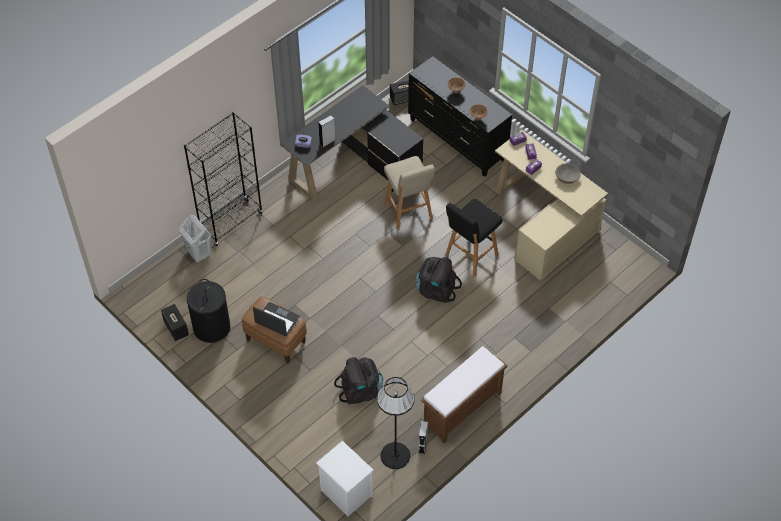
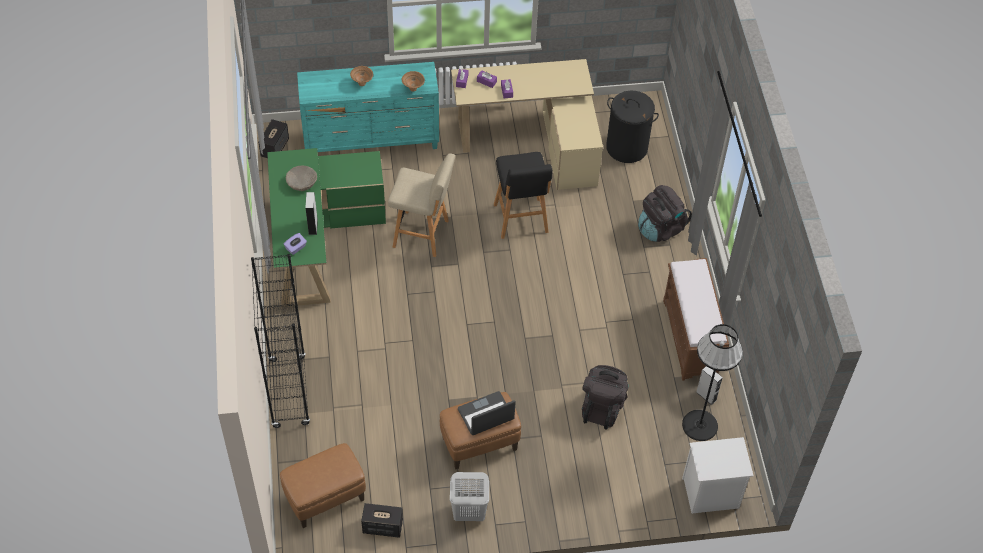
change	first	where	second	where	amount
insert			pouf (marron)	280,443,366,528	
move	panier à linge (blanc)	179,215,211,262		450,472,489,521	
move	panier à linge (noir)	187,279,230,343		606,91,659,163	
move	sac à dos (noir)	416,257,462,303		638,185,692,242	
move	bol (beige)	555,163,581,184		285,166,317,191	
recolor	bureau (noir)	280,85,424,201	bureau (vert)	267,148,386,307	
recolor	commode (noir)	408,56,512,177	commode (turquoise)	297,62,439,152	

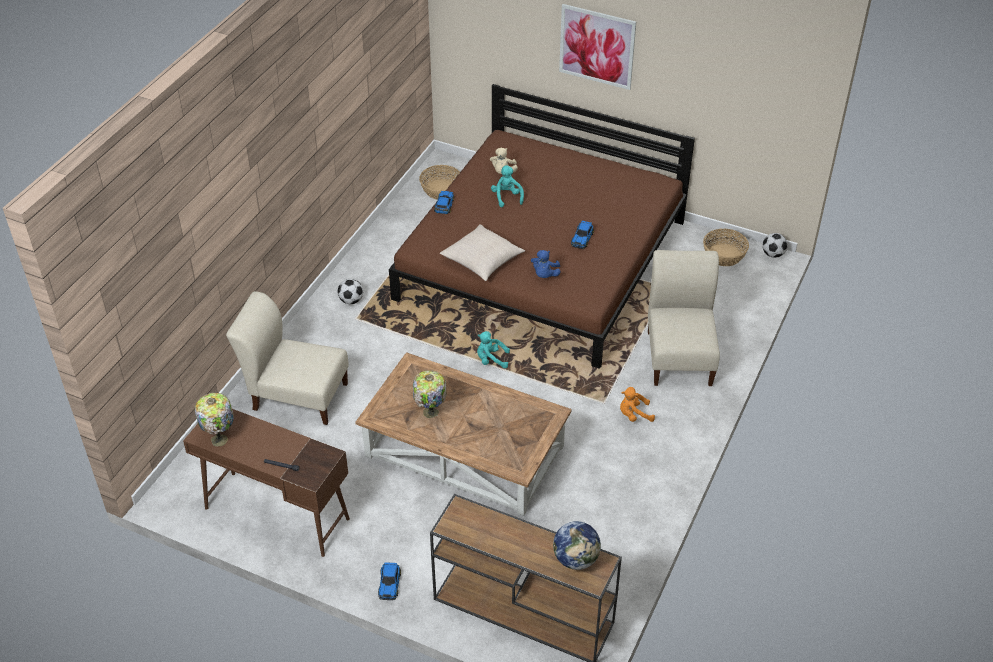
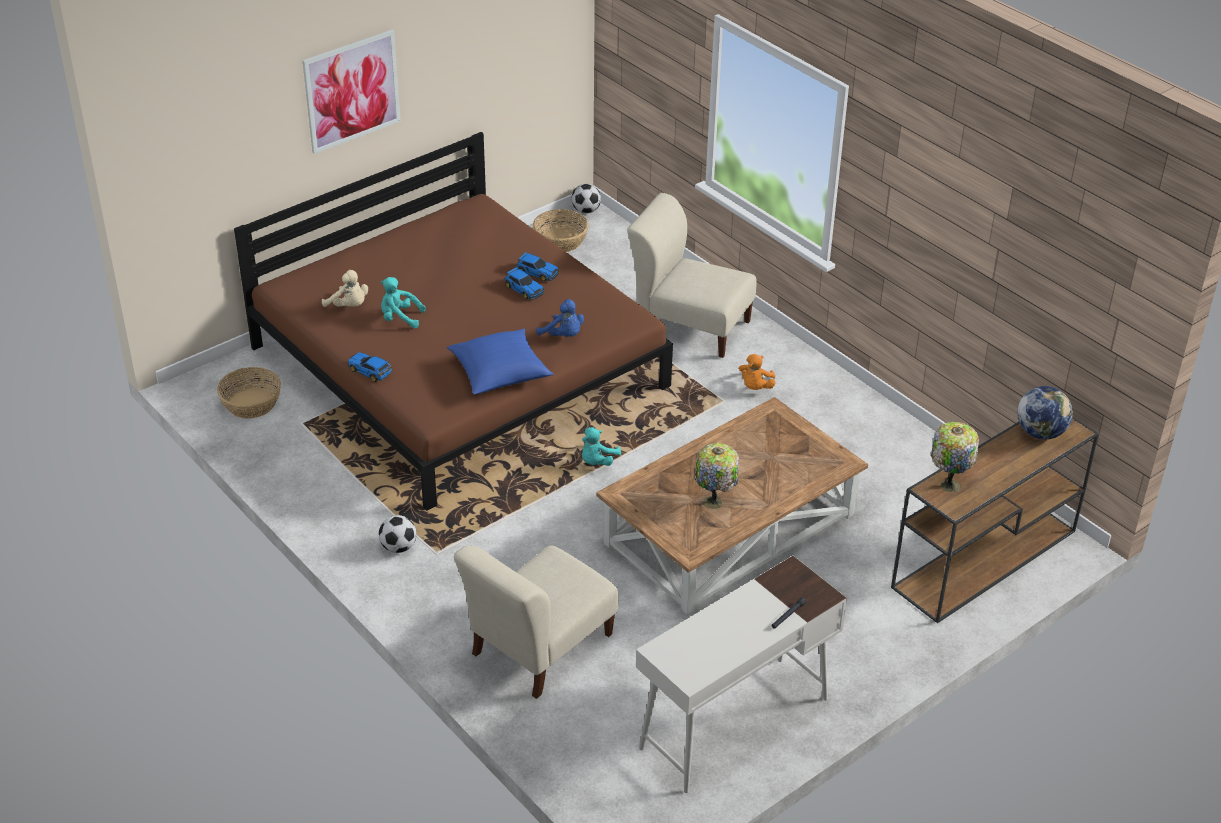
change	first	where	second	where	amount
move	lampe de table	195,393,234,446		931,422,979,492	
move	petite voiture	378,562,401,600		516,252,559,281	
recolor	bureau (marron)	183,409,350,557	bureau (blanc)	636,556,847,793	
recolor	coussin (beige)	440,224,525,281	coussin (bleu)	447,329,554,395	

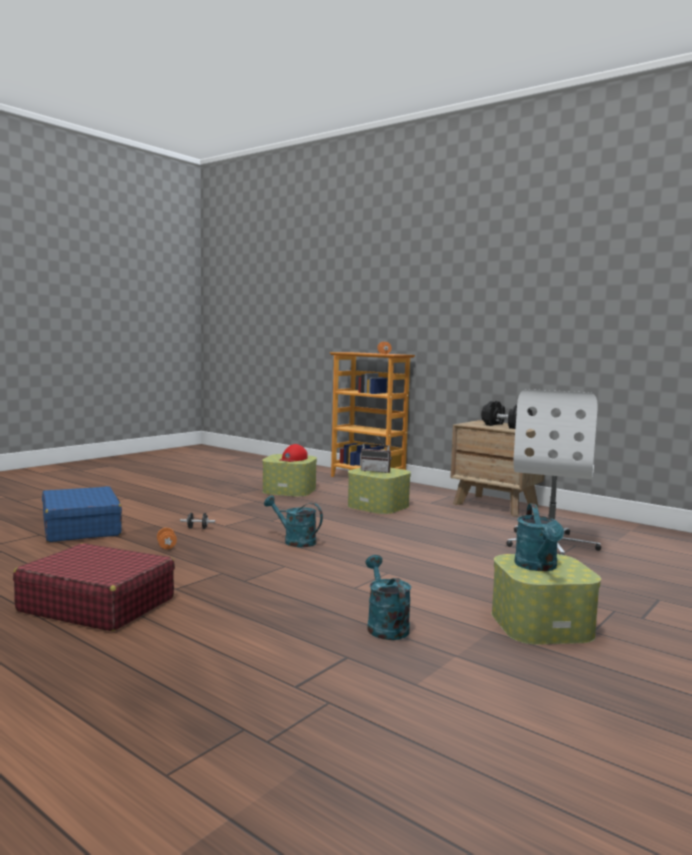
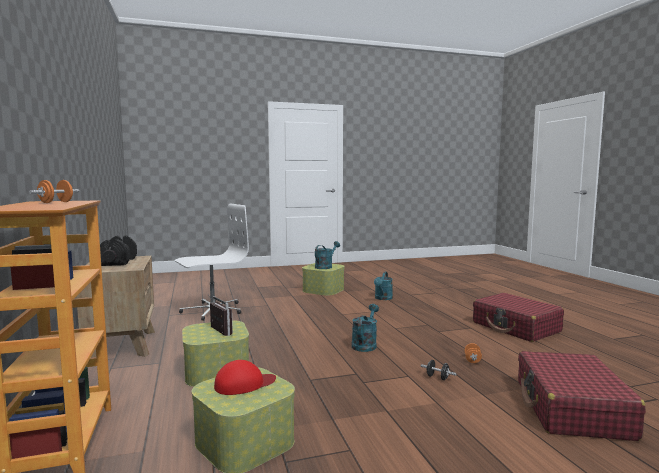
change	first	where	second	where	amount
recolor	valise (bleu)	42,486,122,542	valise (rouge)	518,351,646,441	
rotate	arrosoir (turquoise)	264,495,323,547		352,304,379,352	135 degrees counterclockwise

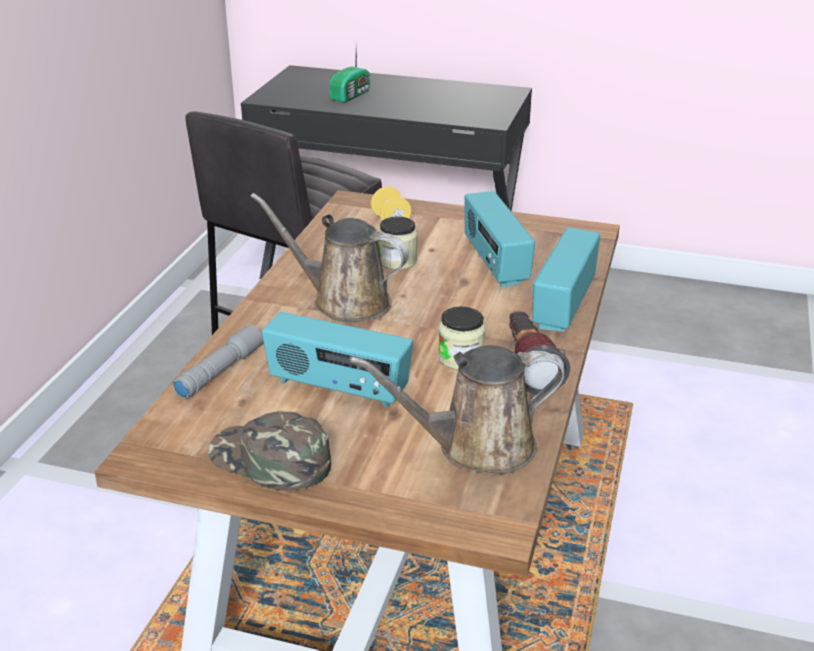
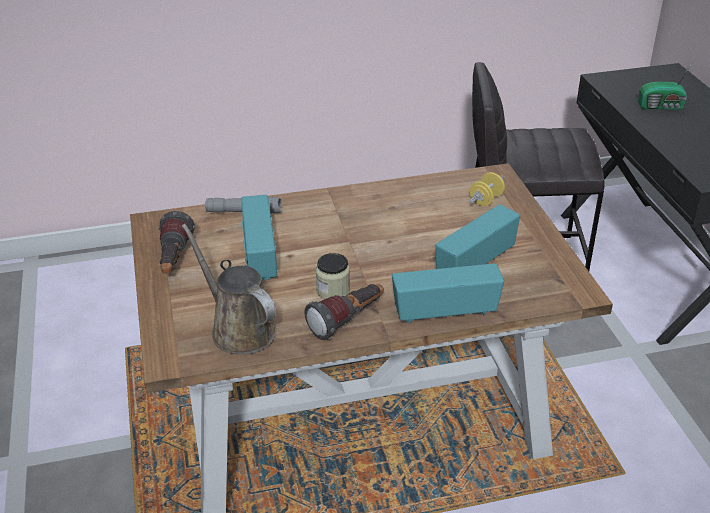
change	first	where	second	where	amount
delete	arrosoir (marron)	250,193,409,322			
delete	bocal	378,216,417,270			
replace	casquette (vert)	208,411,331,491	lampe de poche	158,211,195,273	

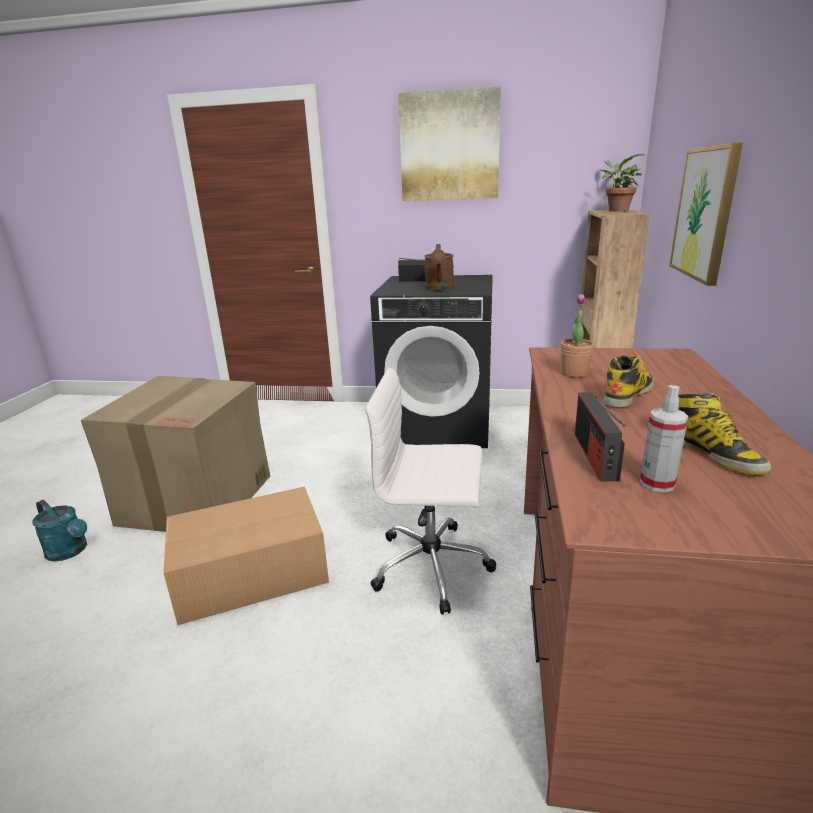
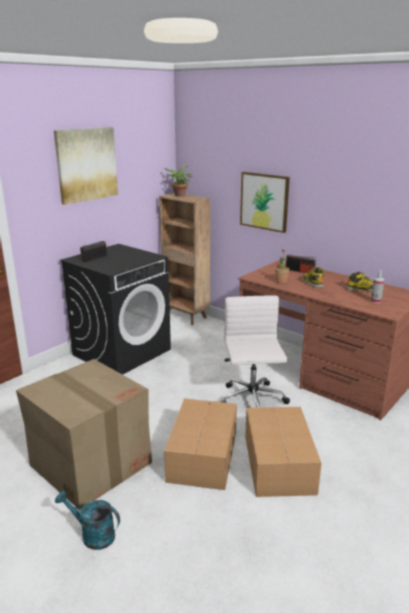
change	first	where	second	where	amount
delete	arrosoir (marron)	424,244,454,291			
insert			carton	245,407,322,497	
move	radio	575,393,626,481		286,255,316,273	
rotate	arrosoir (turquoise)	32,500,87,561		55,490,120,550	135 degrees counterclockwise
rotate	chaise de bureau (blanc)	365,368,496,615		221,295,290,408	135 degrees clockwise

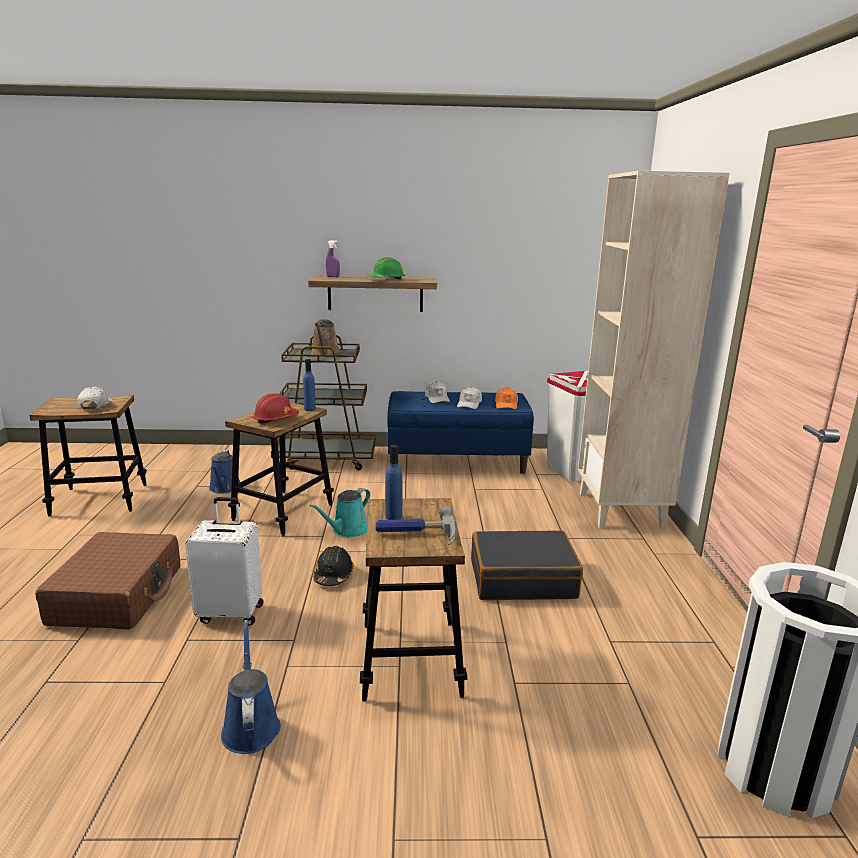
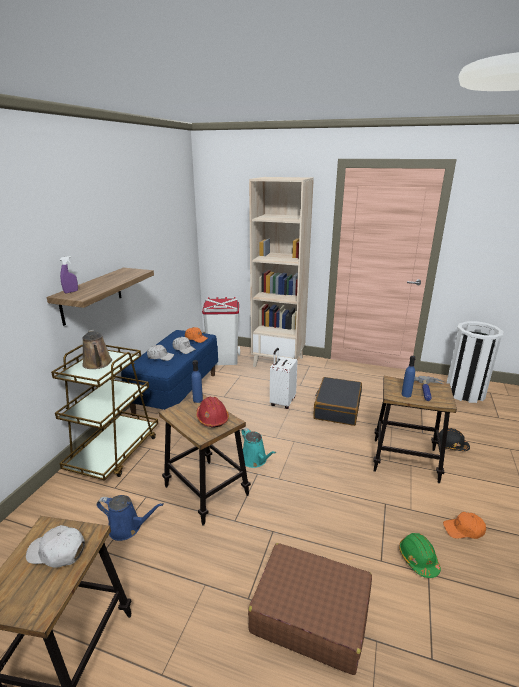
change	first	where	second	where	amount
move	valise (blanc)	185,497,263,626		270,348,298,409	
move	casque de chantier (noir)	314,546,354,586		439,428,470,451	
move	casque de chantier (vert)	367,257,405,280		399,533,441,578	
replace	arrosoir (bleu)	221,620,281,754	casquette (orange)	443,512,486,539	
rotate	arrosoir (marron)	311,319,341,355		82,329,112,369	45 degrees clockwise

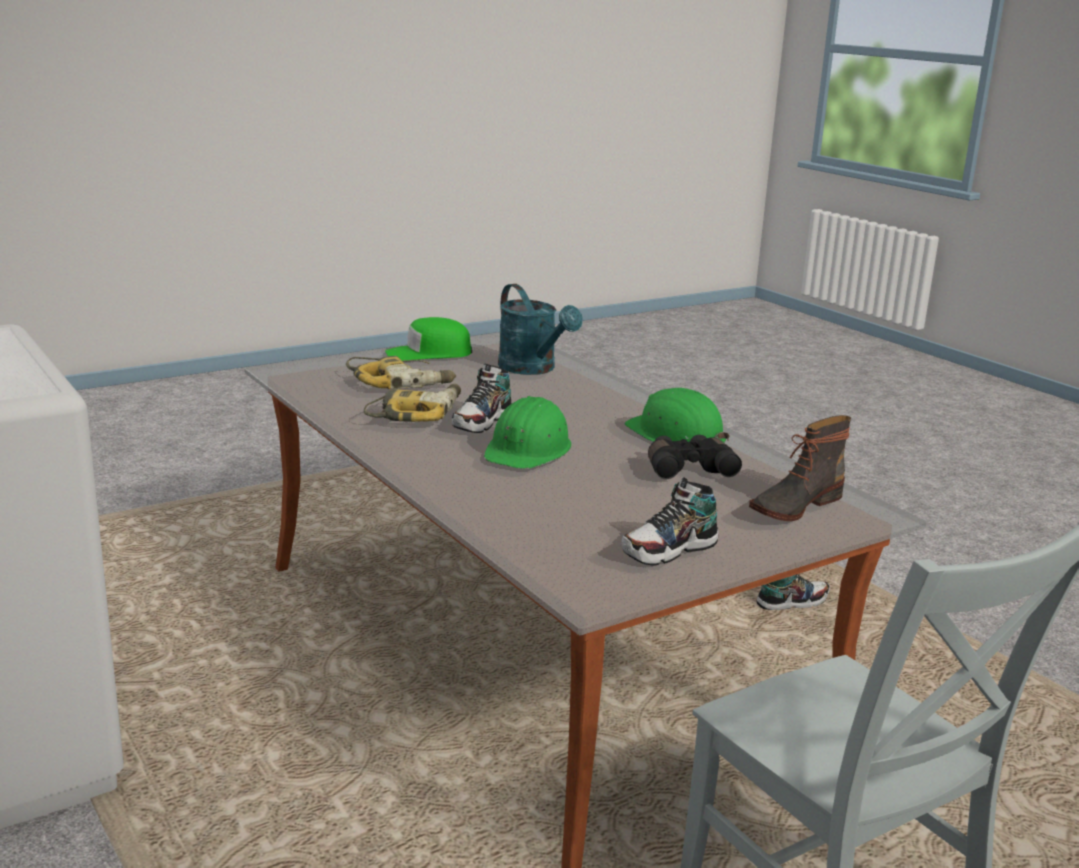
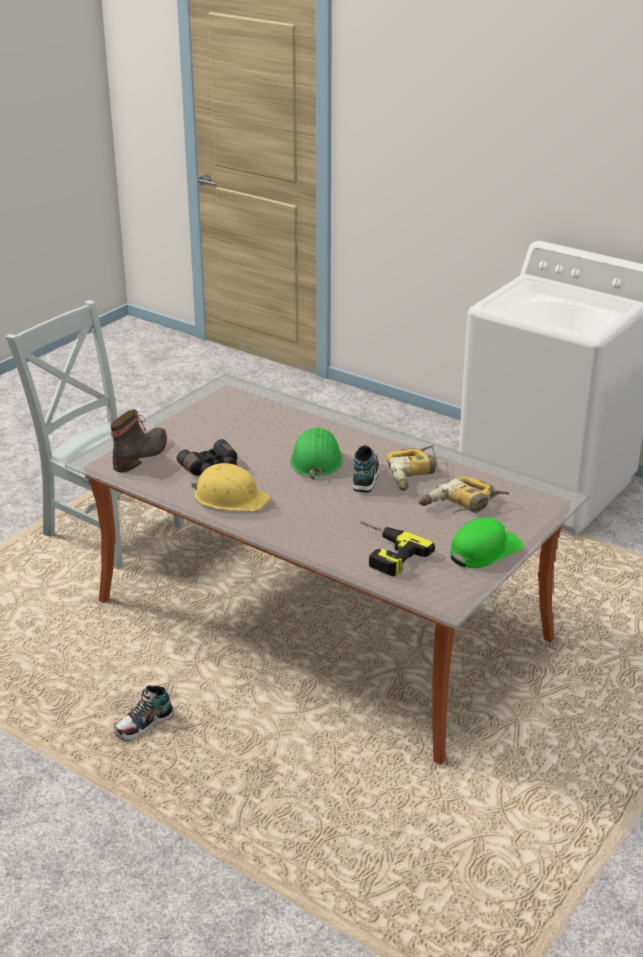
change	first	where	second	where	amount
delete	chaussure	621,478,718,565			
replace	arrosoir (turquoise)	498,284,583,375	perceuse	361,521,435,577	
recolor	casque de chantier (vert)	624,388,730,443	casque de chantier (jaune)	191,463,270,512	

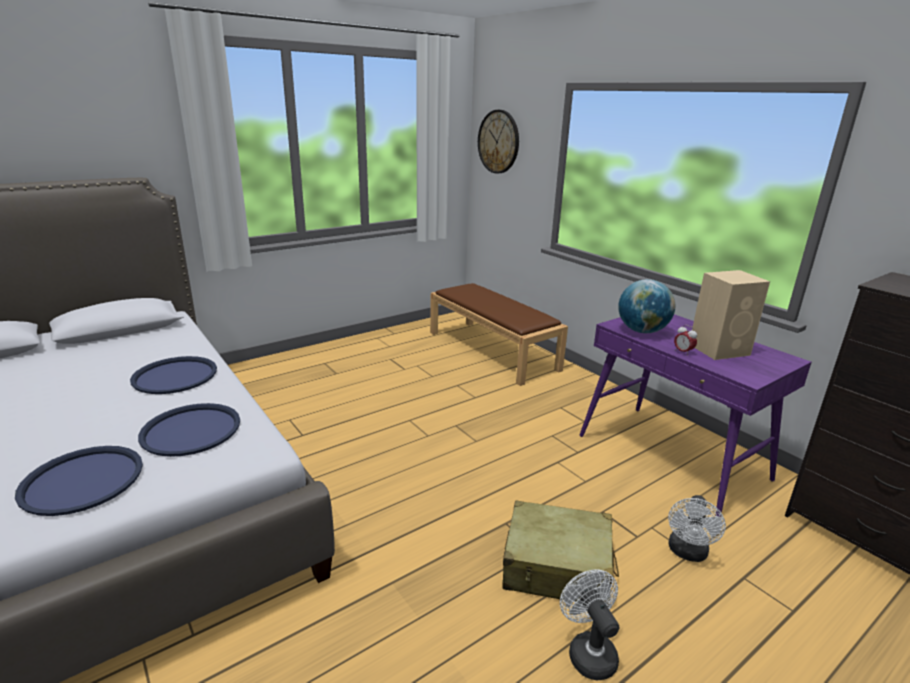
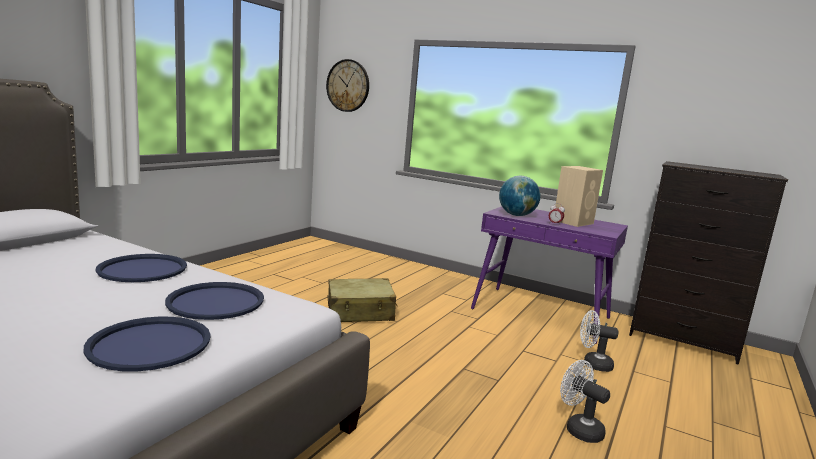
change	first	where	second	where	amount
delete	banc (marron)	430,283,568,386			
move	valise (beige)	502,500,619,607		327,278,398,322	
rotate	ventilateur (blanc)	668,495,726,562		580,310,618,372	105 degrees clockwise

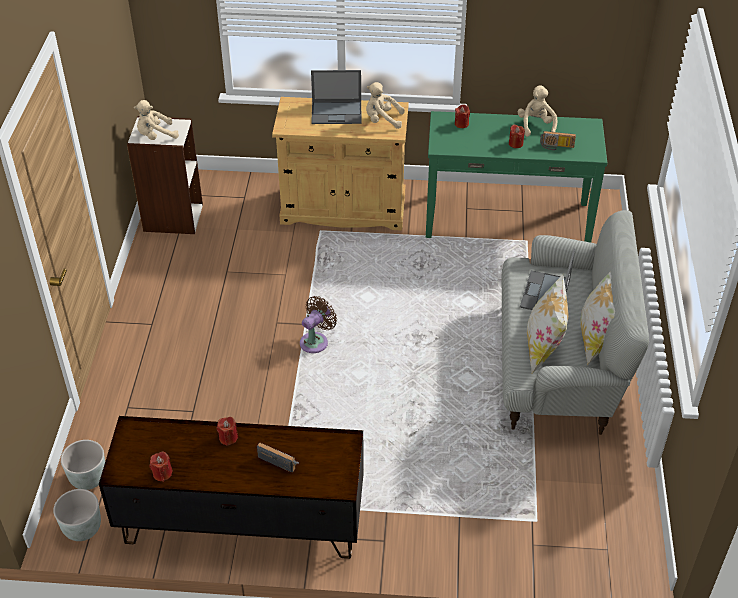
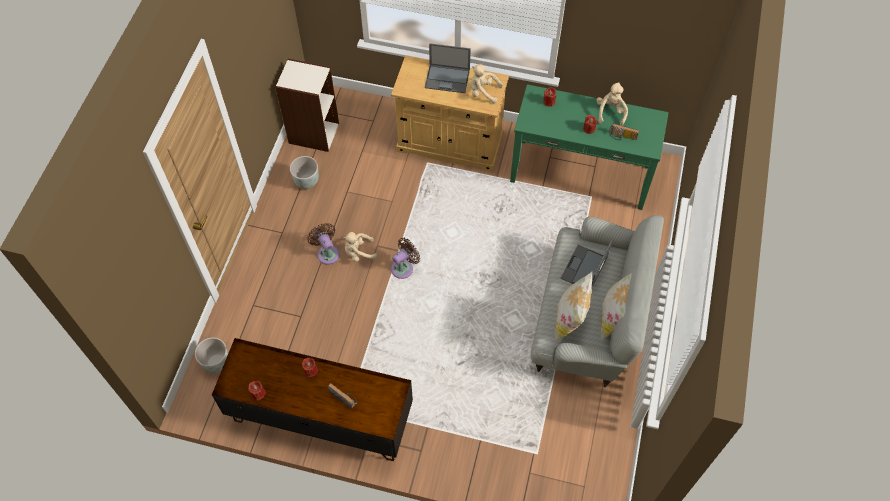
change	first	where	second	where	amount
insert			ventilateur (marron)	307,223,339,265	
move	cache-pot (gris)	53,489,101,541		290,156,319,189	
move	peluche (beige)	134,100,179,140		343,232,377,262	

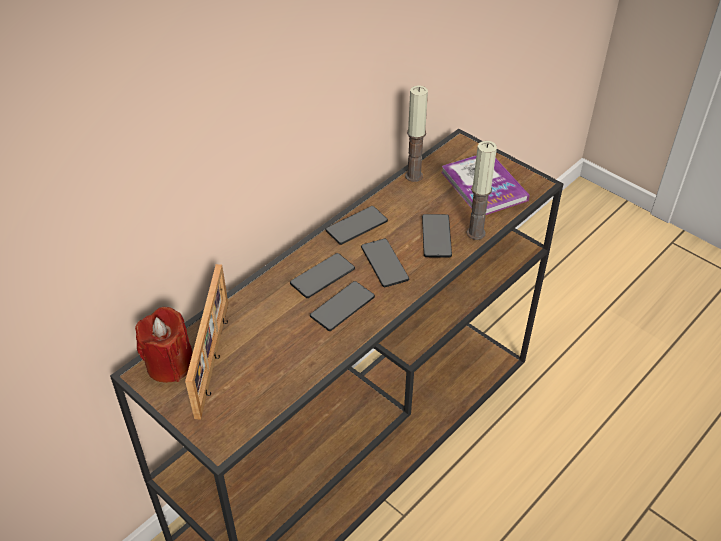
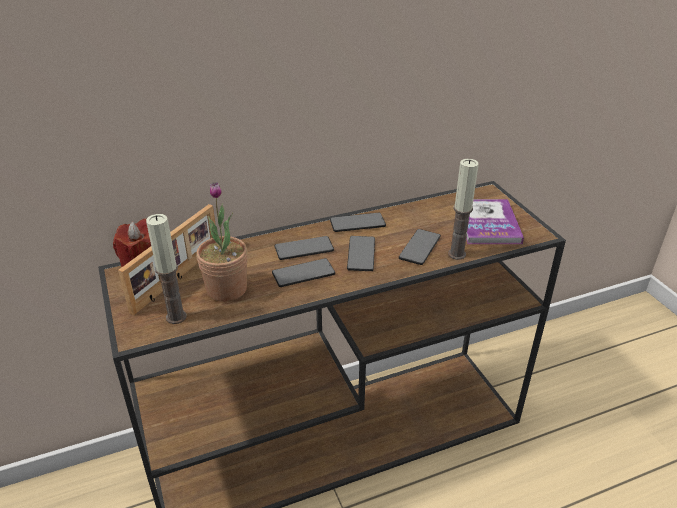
change	first	where	second	where	amount
insert			plante en pot	196,182,247,302	
move	bougie	405,85,428,182		146,214,187,324	

